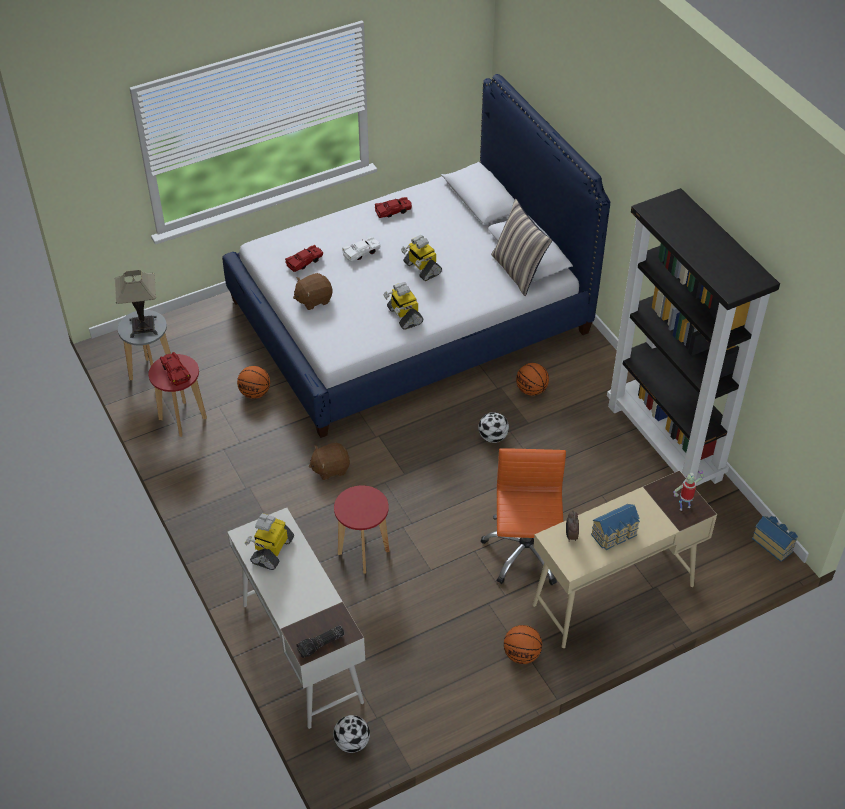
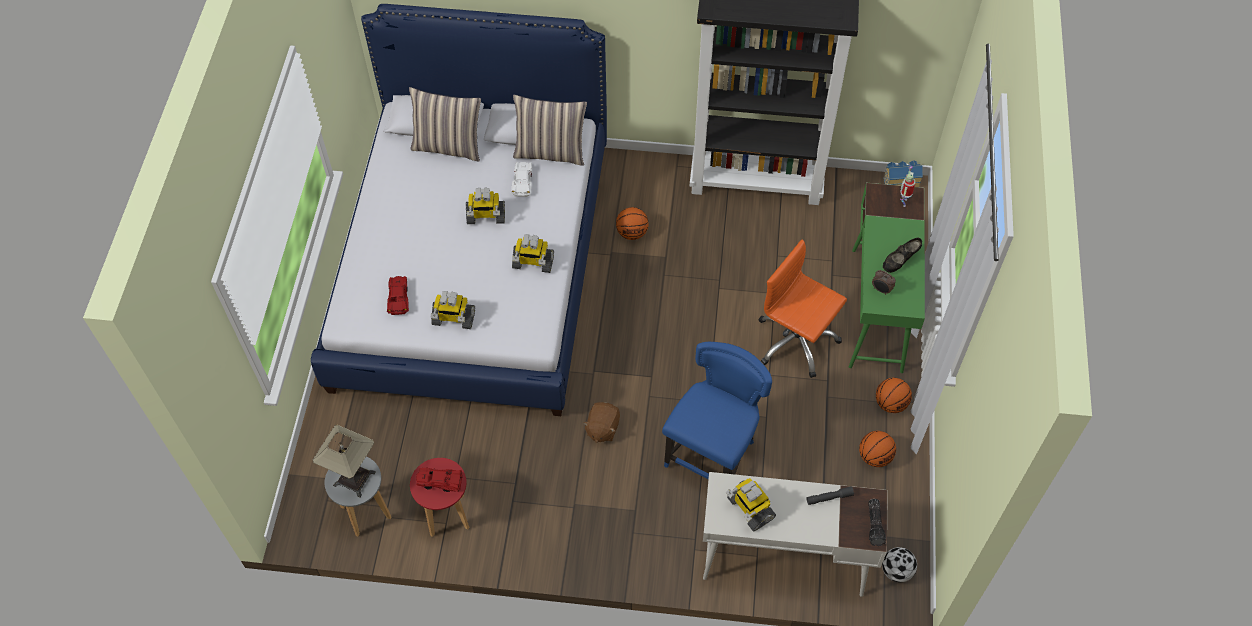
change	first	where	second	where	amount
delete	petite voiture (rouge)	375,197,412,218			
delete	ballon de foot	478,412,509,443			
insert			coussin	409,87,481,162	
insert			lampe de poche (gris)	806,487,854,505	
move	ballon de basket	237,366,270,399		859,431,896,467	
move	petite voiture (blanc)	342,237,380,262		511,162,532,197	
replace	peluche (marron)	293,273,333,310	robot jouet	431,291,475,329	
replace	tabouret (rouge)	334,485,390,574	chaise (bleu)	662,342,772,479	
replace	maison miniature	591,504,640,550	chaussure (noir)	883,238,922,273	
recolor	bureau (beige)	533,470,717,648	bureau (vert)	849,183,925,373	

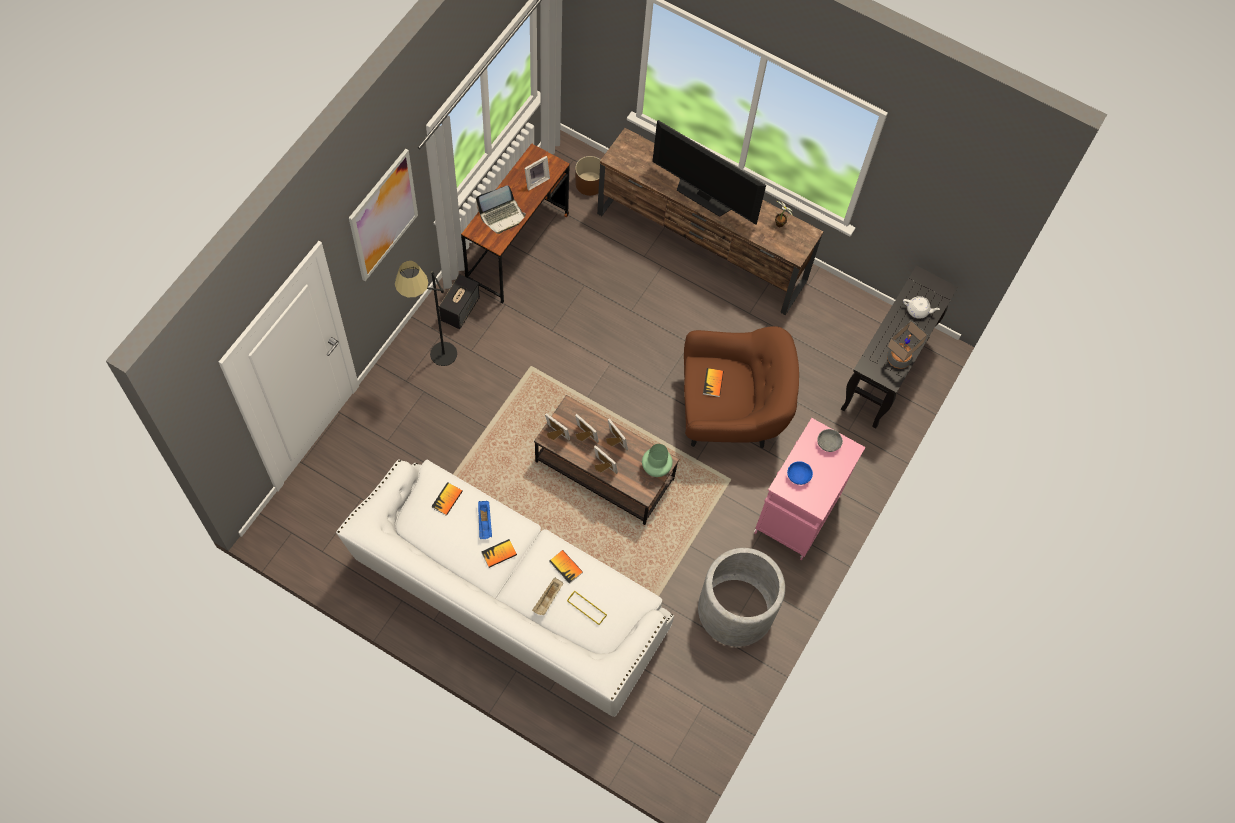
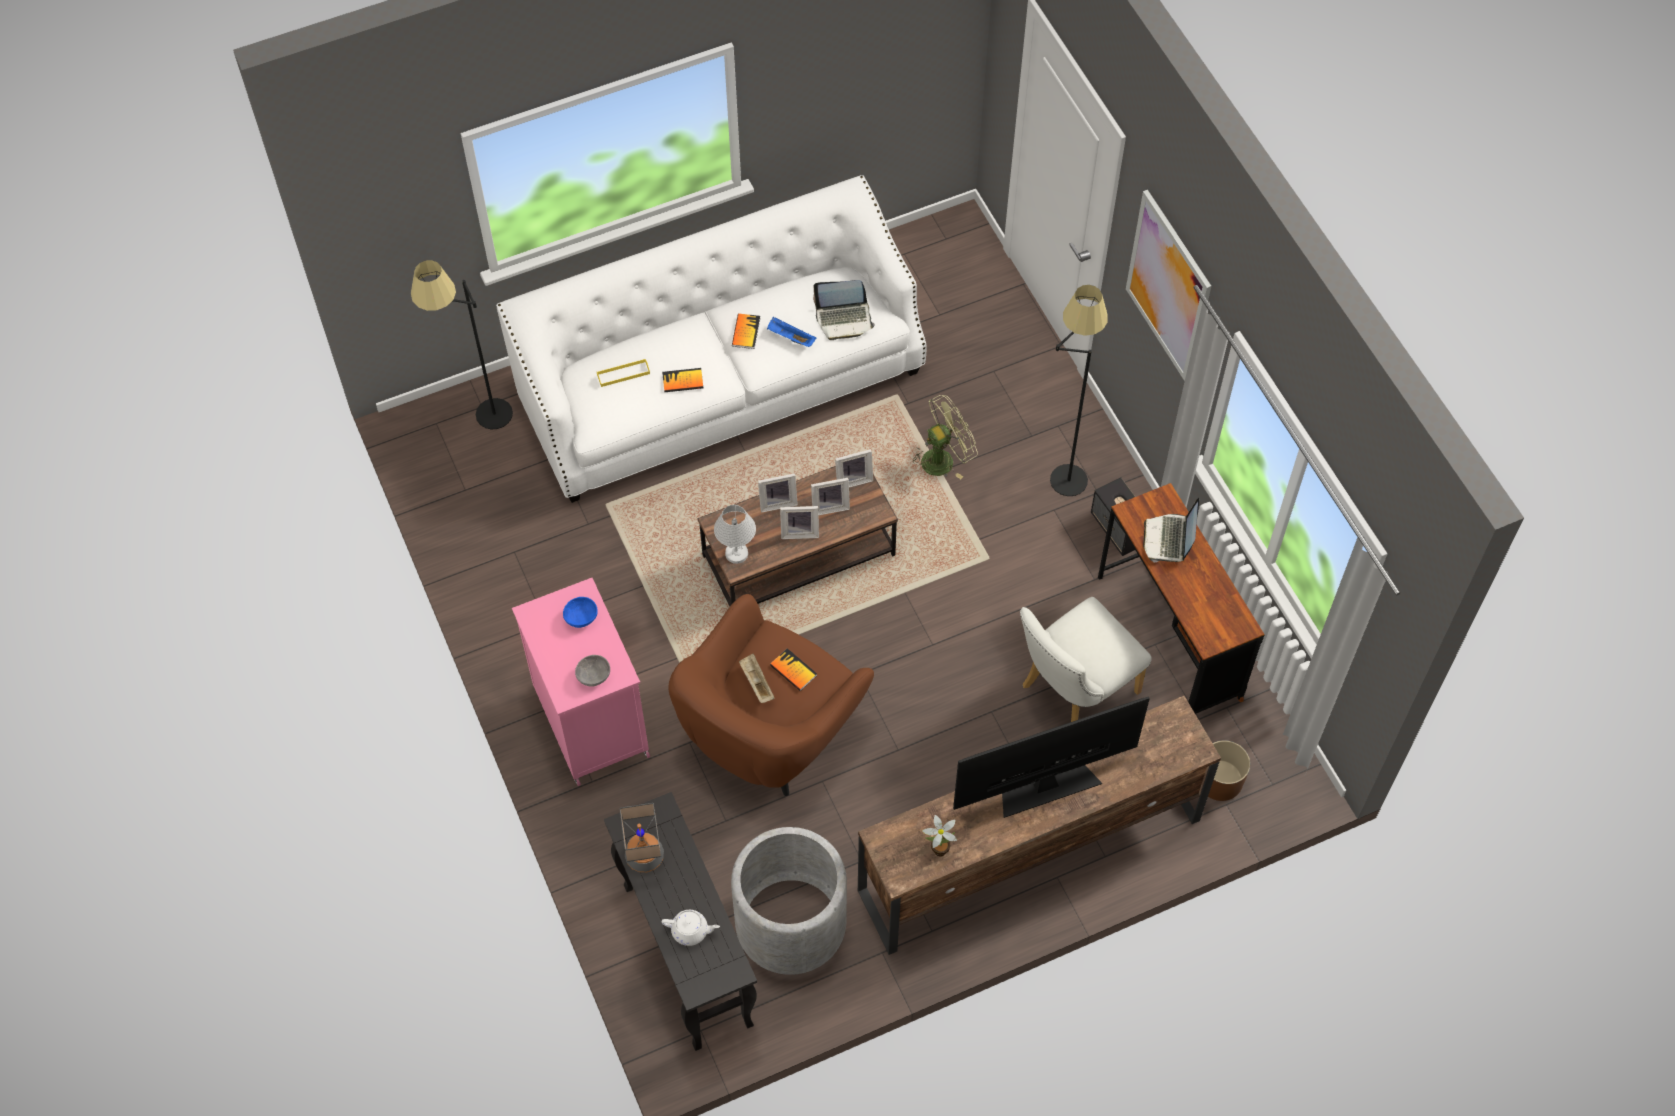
change	first	where	second	where	amount
delete	cadre photo	525,156,550,191			
insert			lampadaire (noir)	411,260,513,429	
insert			ventilateur (vert)	912,395,978,479	
insert			chaise (blanc)	1020,597,1152,722	
move	plateau (beige)	532,578,563,616		739,653,774,703	
move	cache-pot (gris)	698,548,785,647		731,827,847,975	
replace	livre	431,482,463,516	ordinateur portable	813,280,875,340	
replace	vase (vert)	642,444,673,477	lampe de table (blanc)	714,505,756,564	
rotate	théière (blanc)	903,296,940,319		662,910,720,946	135 degrees counterclockwise

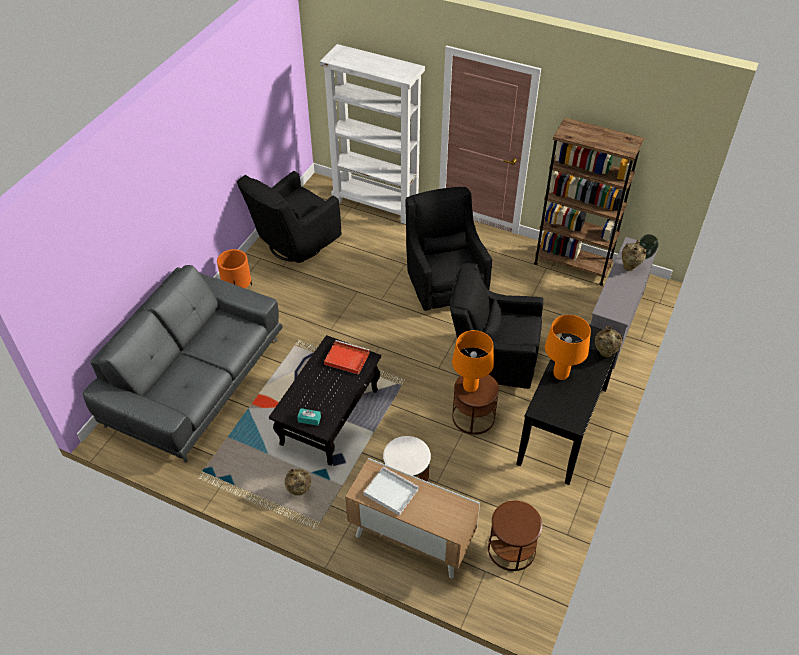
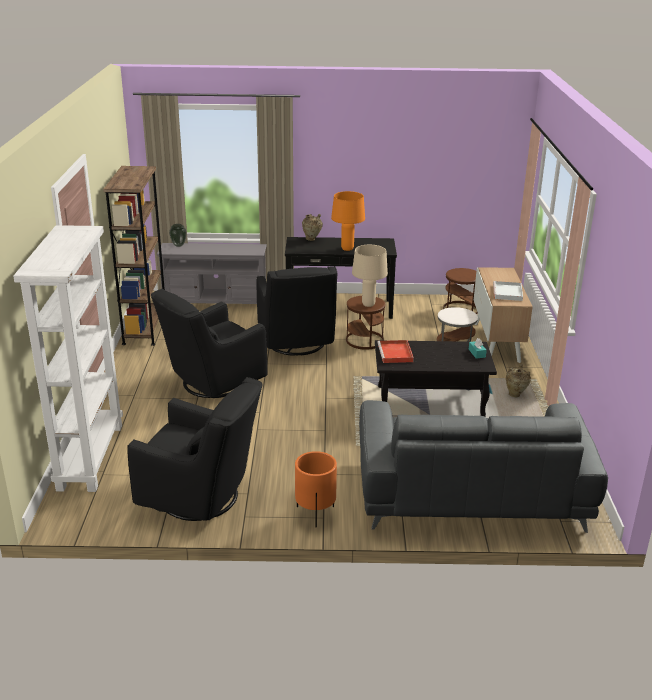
change	first	where	second	where	amount
delete	vase (beige)	622,240,646,271			
recolor	lampe de table (orange)	452,330,494,392	lampe de table (beige)	352,245,388,307	

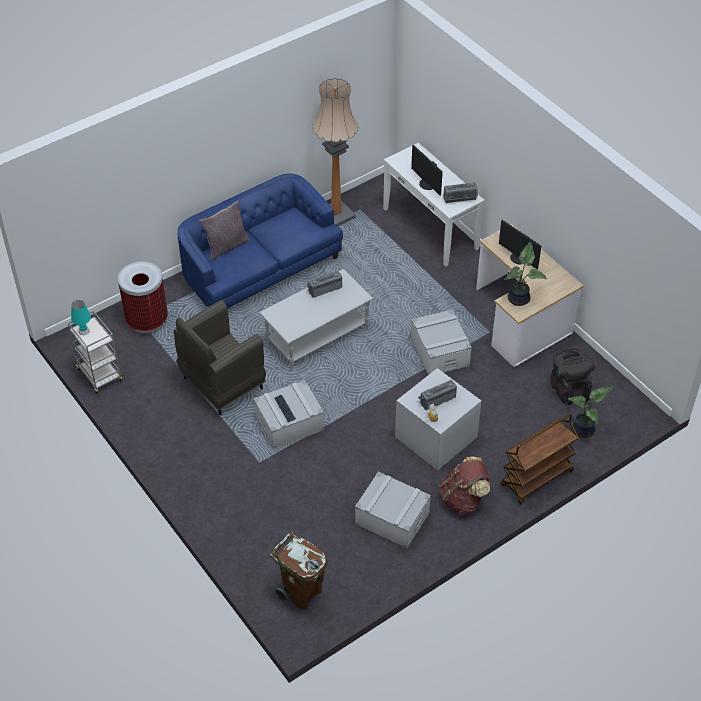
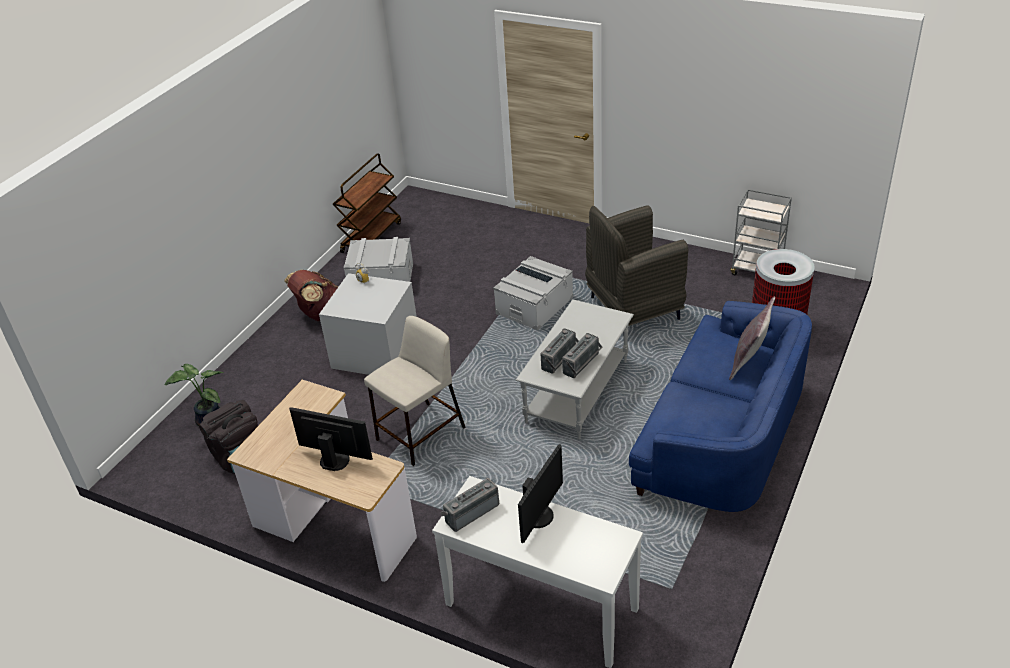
change	first	where	second	where	amount
delete	lampe de table (turquoise)	71,300,91,335			
delete	poubelle (marron)	269,531,327,610			
delete	lampadaire	312,78,359,226			
delete	plante en pot	503,242,547,306			
move	radio	418,380,457,410		541,328,579,374	
move	chariot (marron)	501,414,579,504		332,153,401,253	
replace	boîte de rangement (gris)	411,309,472,375	tabouret (beige)	364,316,466,466	
rotate	fauteuil (gris)	173,300,266,415		585,205,688,326	135 degrees counterclockwise
rotate	écran d'ordinateur	411,145,443,196		518,444,563,543	90 degrees clockwise

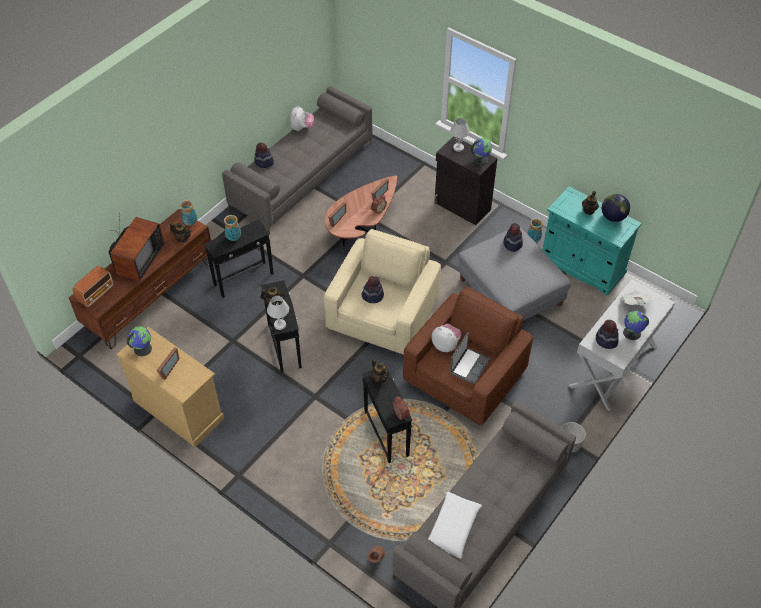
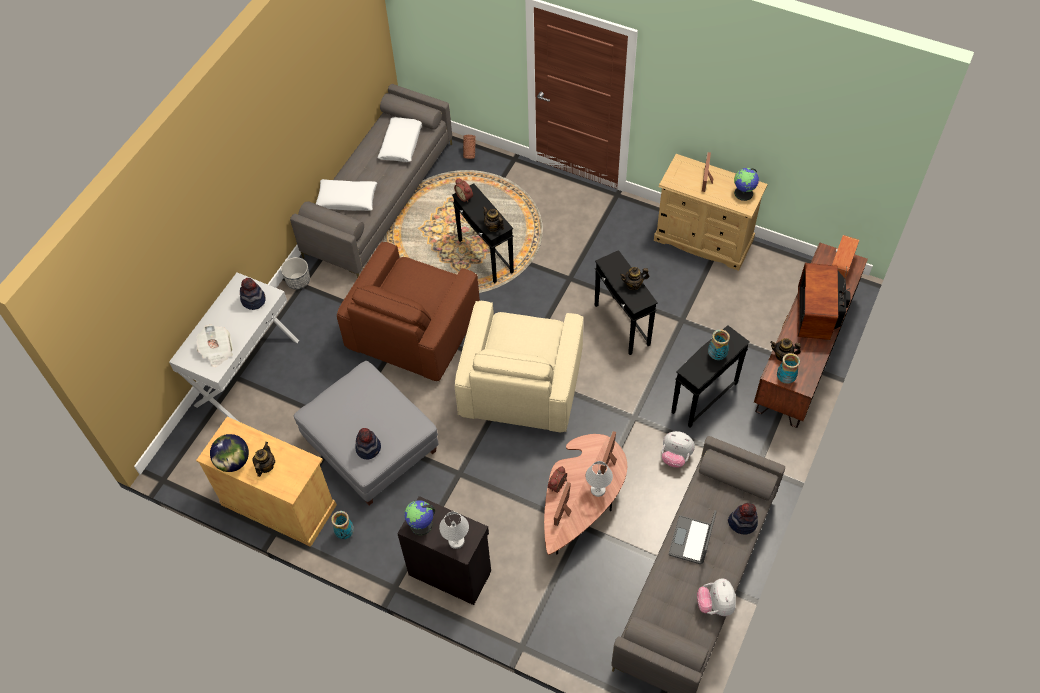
change	first	where	second	where	amount
delete	chapeau	361,276,384,303			
delete	globe	623,311,649,340			
insert			coussin (blanc)	316,179,377,211	
move	lampe de table (blanc)	267,296,289,330		585,461,613,497	
move	peluche	432,324,461,352		662,431,695,468	
move	ordinateur portable	450,332,490,384		669,510,717,564	
recolor	meuble de rangement (turquoise)	542,186,642,296	meuble de rangement (beige)	196,417,337,547	

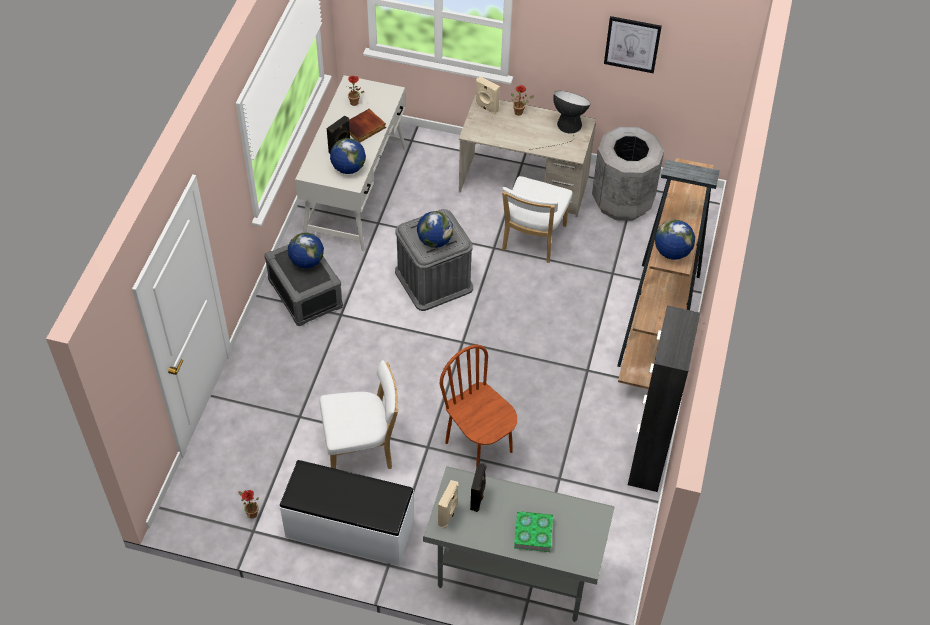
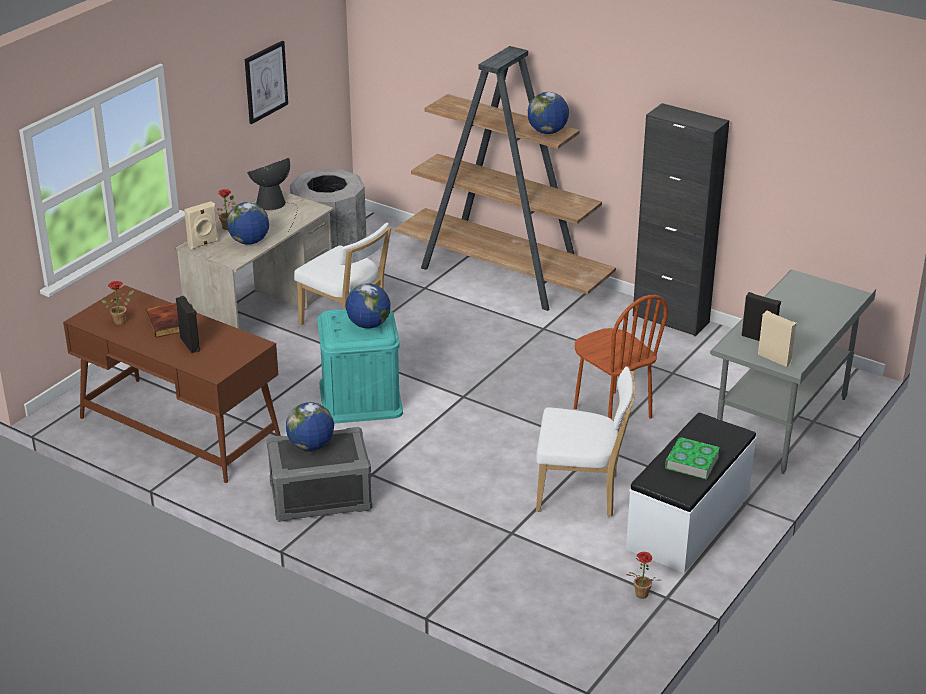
change	first	where	second	where	amount
move	globe	330,138,366,174		227,202,269,245	
move	livre	514,511,553,552		665,437,720,480	
recolor	bureau (blanc)	295,75,406,251	bureau (marron)	63,285,281,483	
recolor	boîte de rangement (gris)	395,209,473,311	boîte de rangement (turquoise)	317,309,403,424	
rotate	chaise (blanc)	320,360,399,469		536,366,636,517	90 degrees clockwise
rotate	chaise (marron)	440,345,517,468		574,295,668,419	105 degrees counterclockwise

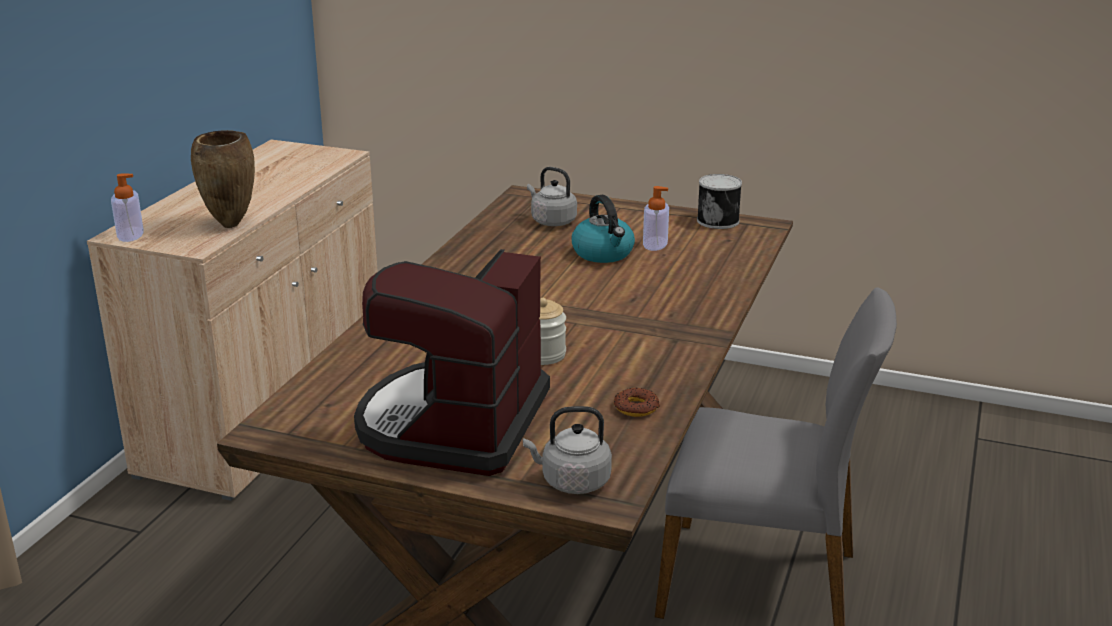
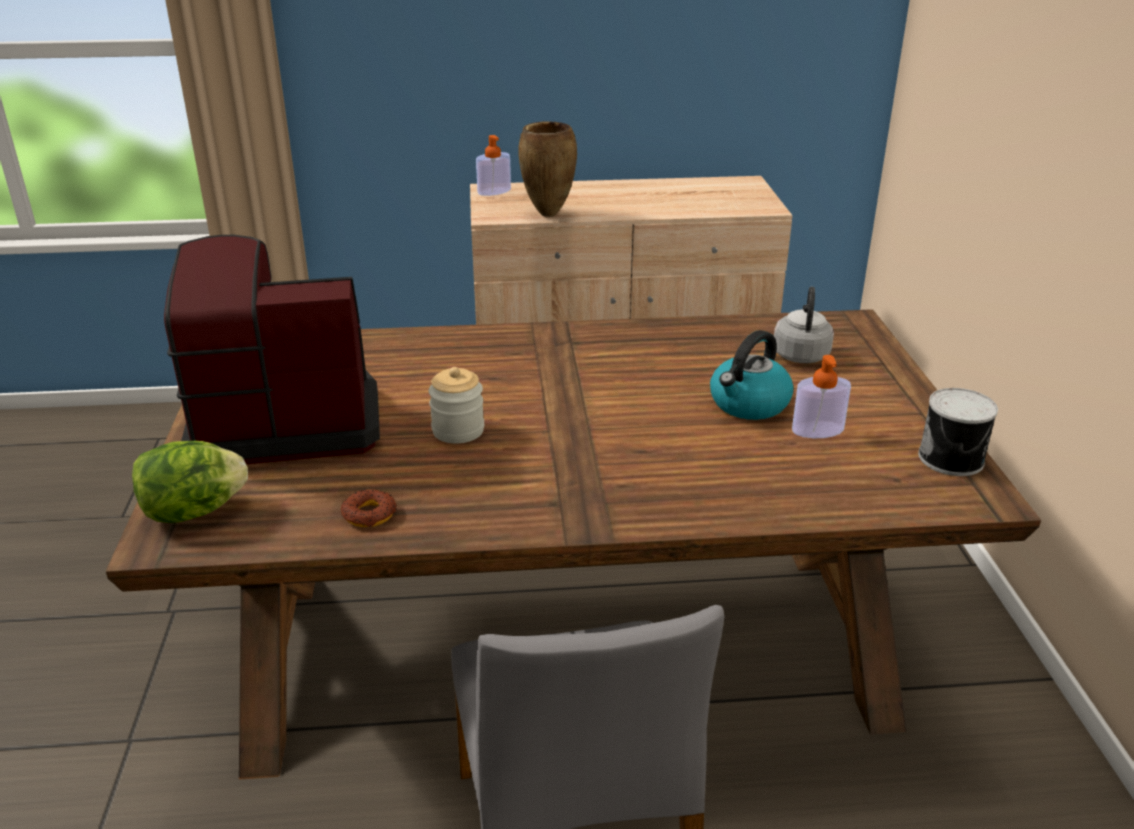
change	first	where	second	where	amount
replace	bouilloire (gris)	523,406,612,494	laitue	132,441,248,523	

